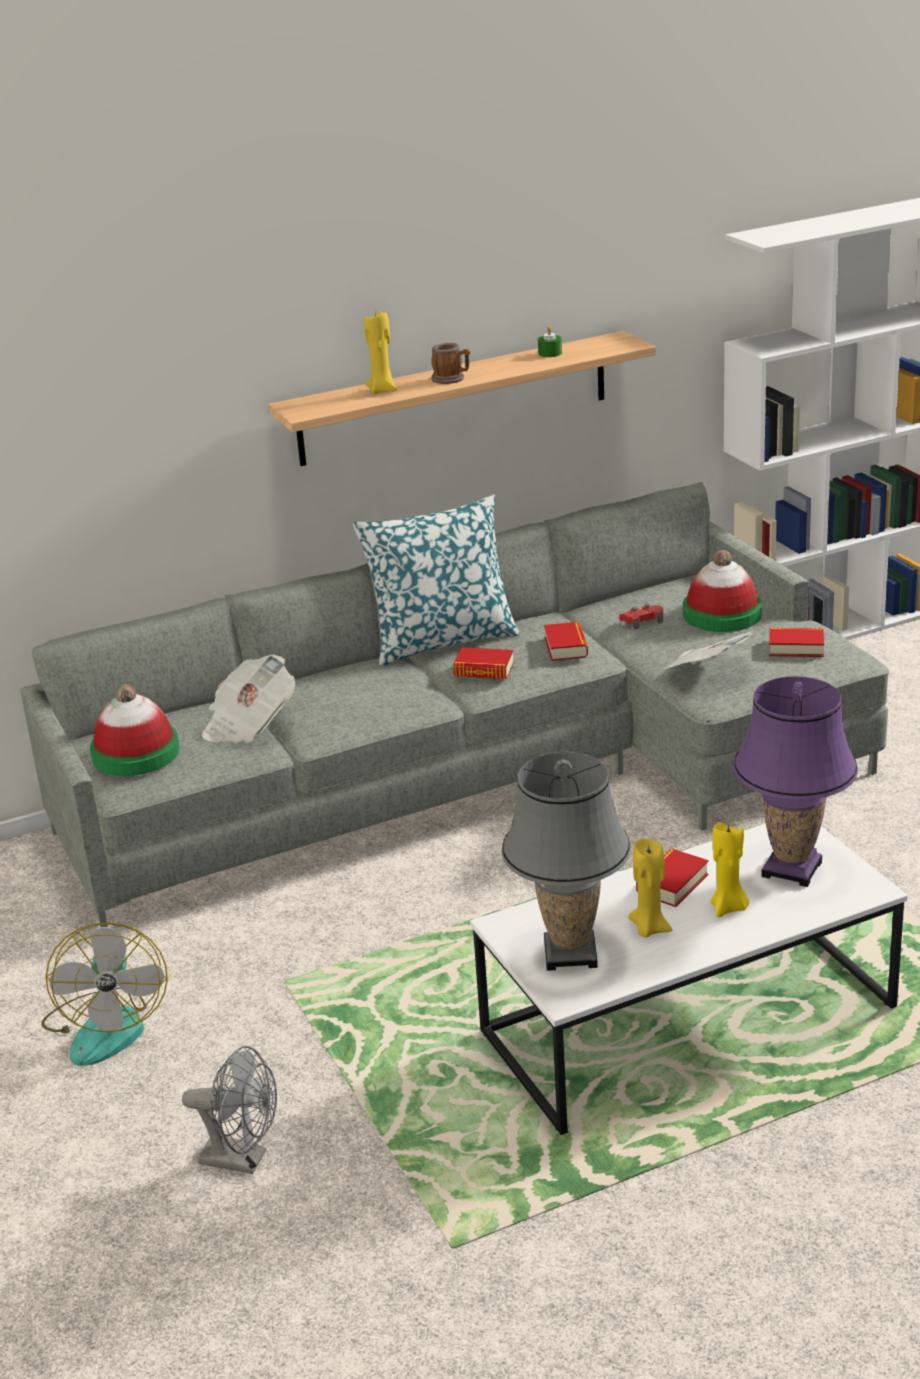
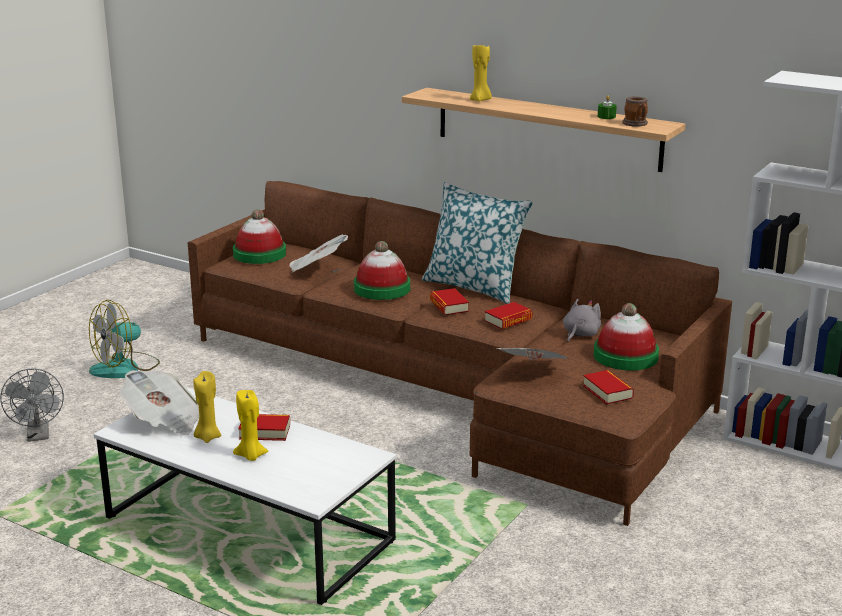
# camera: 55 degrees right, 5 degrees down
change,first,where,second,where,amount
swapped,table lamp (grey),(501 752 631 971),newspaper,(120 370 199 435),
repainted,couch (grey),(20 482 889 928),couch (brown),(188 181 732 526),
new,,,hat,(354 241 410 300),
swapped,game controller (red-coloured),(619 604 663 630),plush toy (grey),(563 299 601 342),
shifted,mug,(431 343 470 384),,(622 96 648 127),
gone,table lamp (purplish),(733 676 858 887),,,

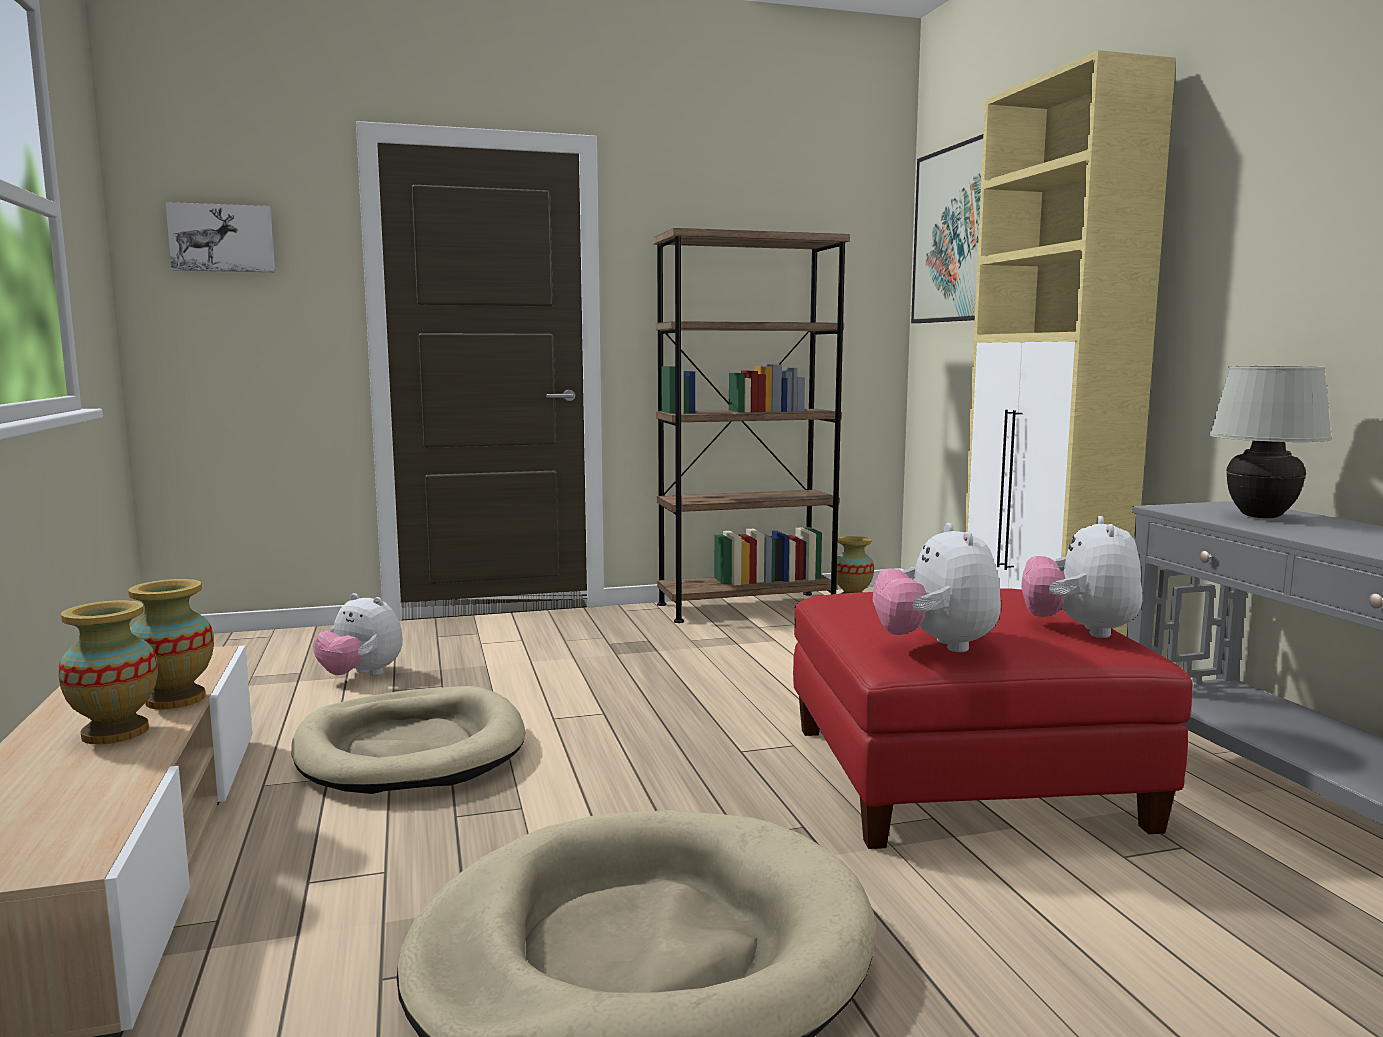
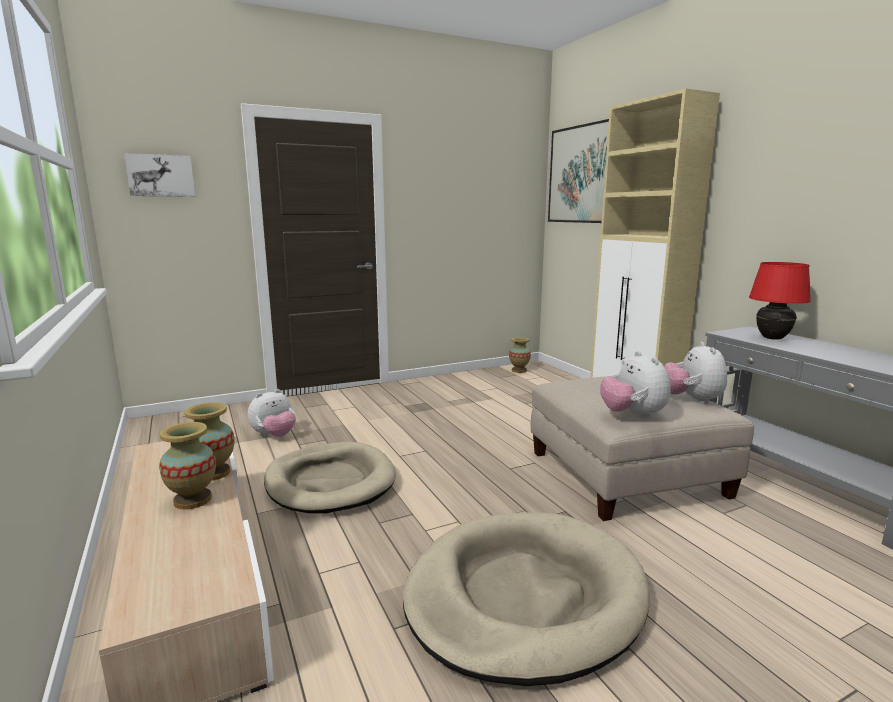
# camera: 10 degrees left, 5 degrees up
change,first,where,second,where,amount
rotated,plush toy,(313 593 403 676),,(248 389 296 437),60 degrees counterclockwise
repainted,footrest (red-coloured),(793 588 1193 849),footrest (beige),(531 376 754 521),
repainted,table lamp (white-coloured),(1209 366 1332 518),table lamp (red-coloured),(749 262 811 340),
gone,bookcase (brown),(653 228 850 623),,,

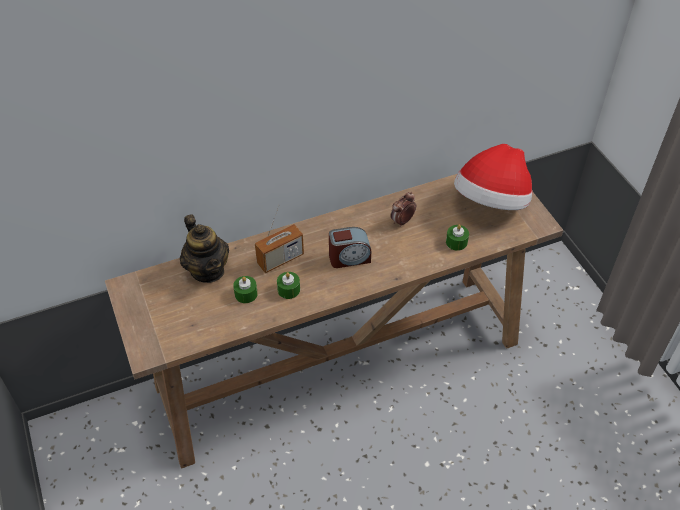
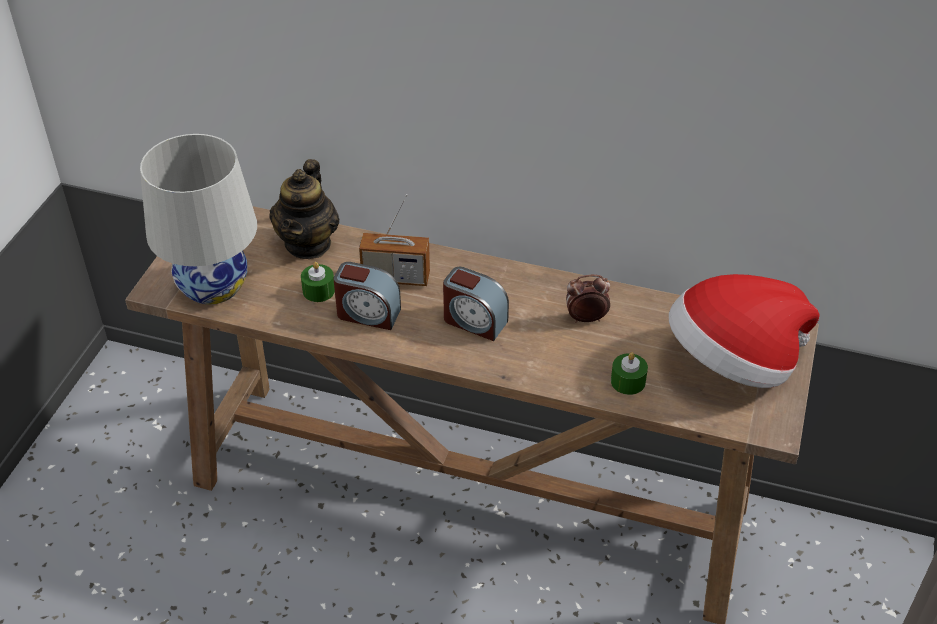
# camera: 40 degrees right, 5 degrees down
change,first,where,second,where,amount
new,,,table lamp (white-coloured),(140 134 257 305),
swapped,candle (greenish),(277 272 300 299),table clock,(333 262 401 330),

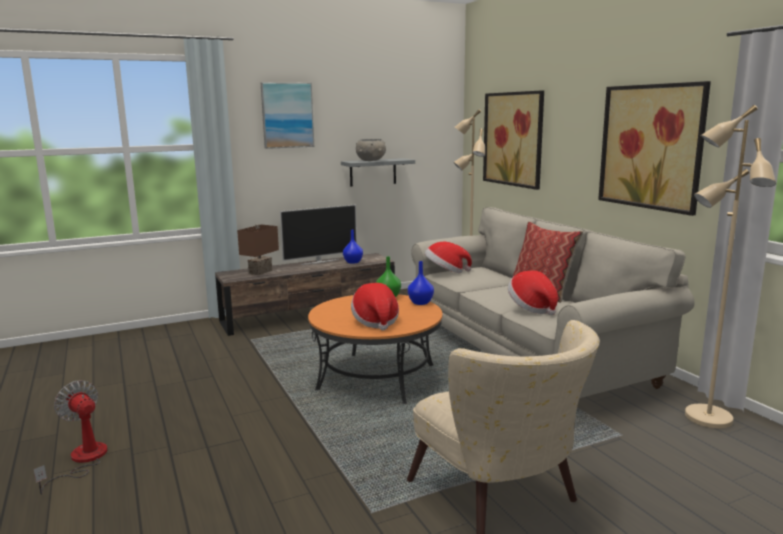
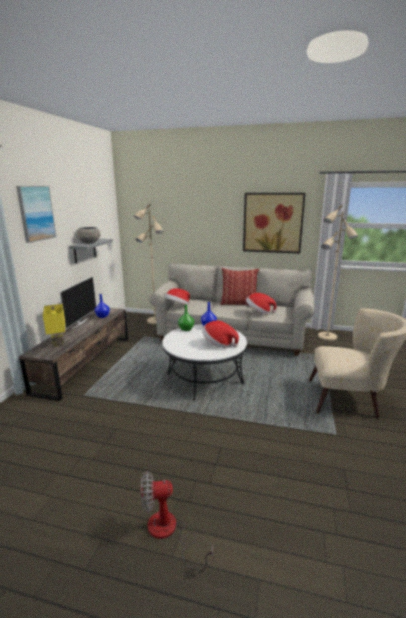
# camera: 50 degrees left, 5 degrees up
change,first,where,second,where,amount
repainted,table lamp (brown),(237 224 279 275),table lamp (yellow-coloured),(43 304 65 347),
repainted,coffee table (orangey),(308 294 442 404),coffee table (white-coloured),(162 325 247 401),
gone,wall art,(483 90 544 190),,,

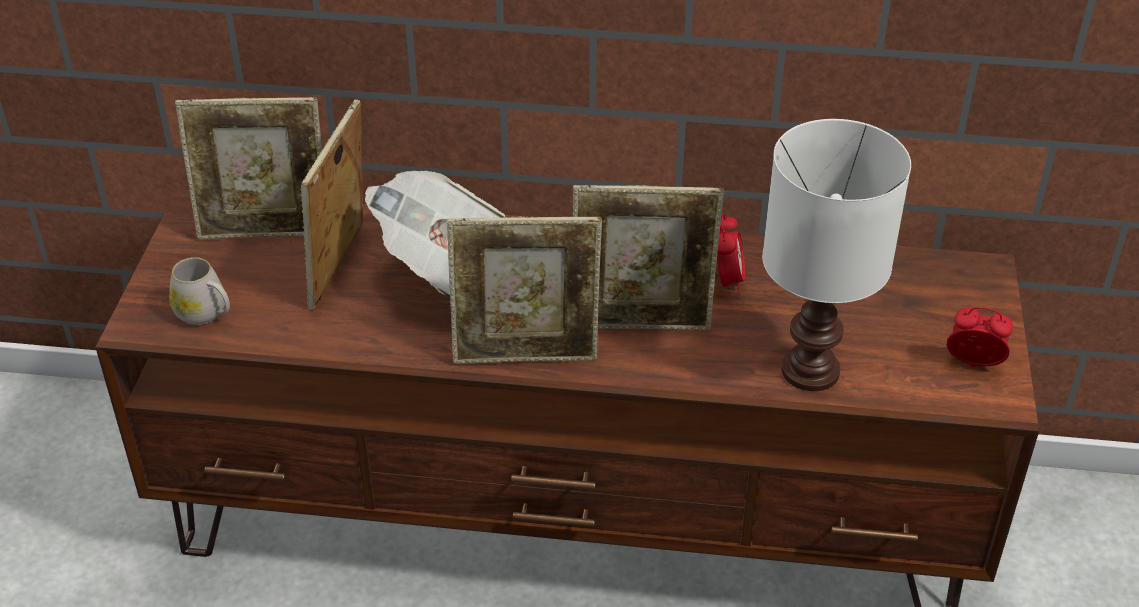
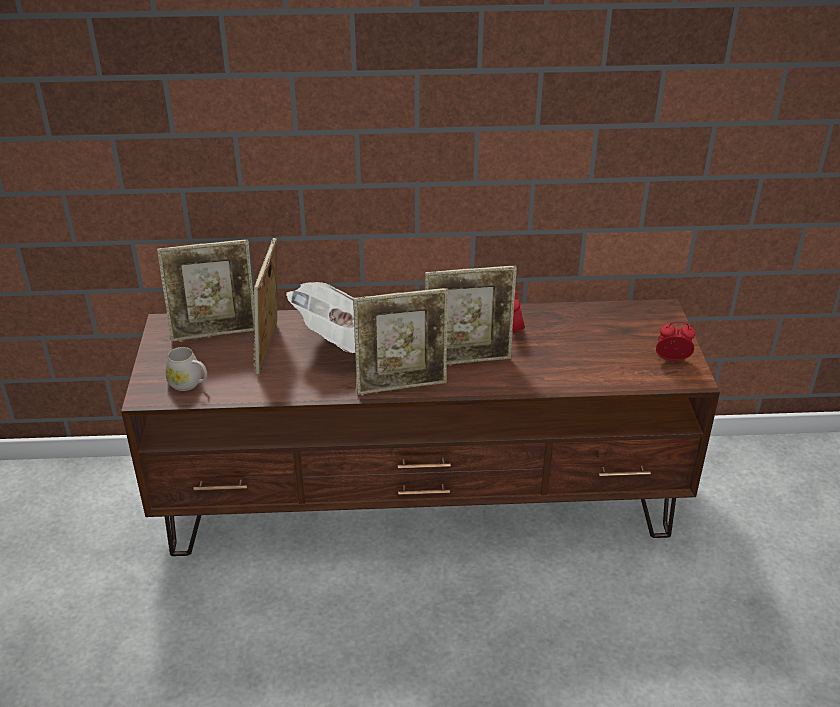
# camera: 10 degrees left, 5 degrees down
change,first,where,second,where,amount
gone,table lamp (white-coloured),(762 119 911 391),,,

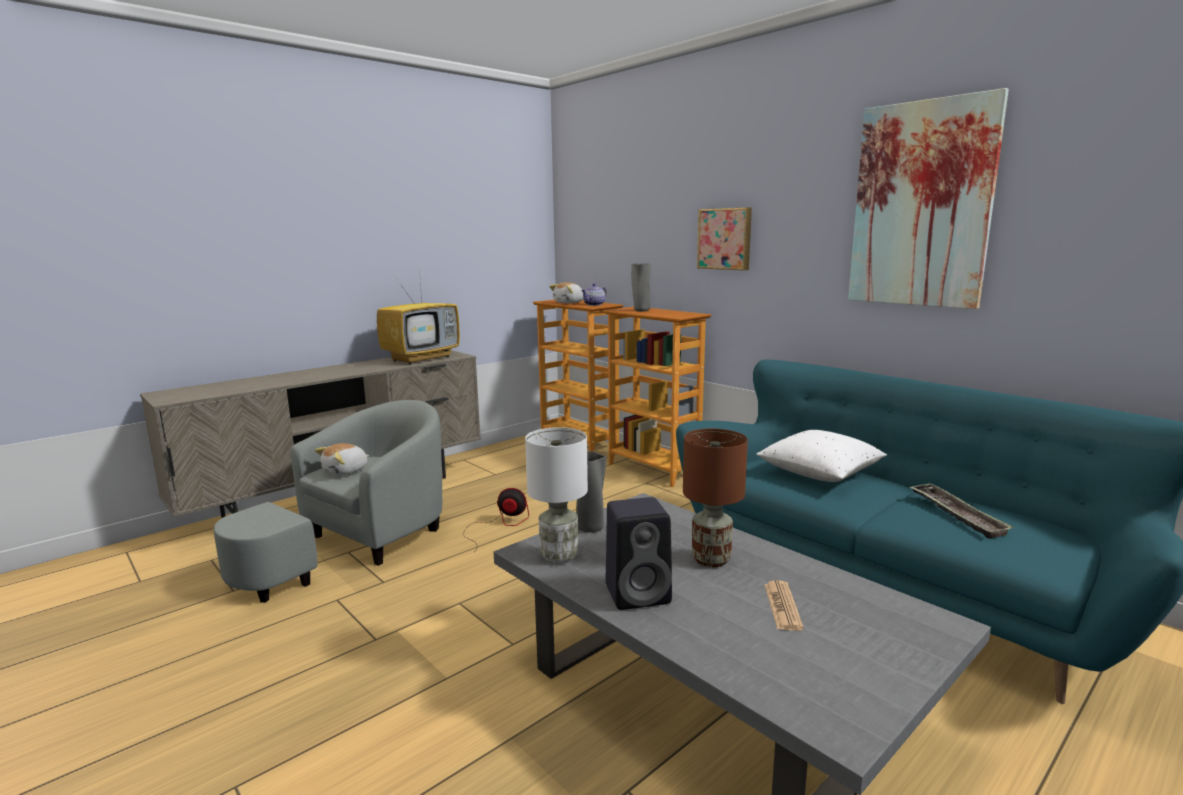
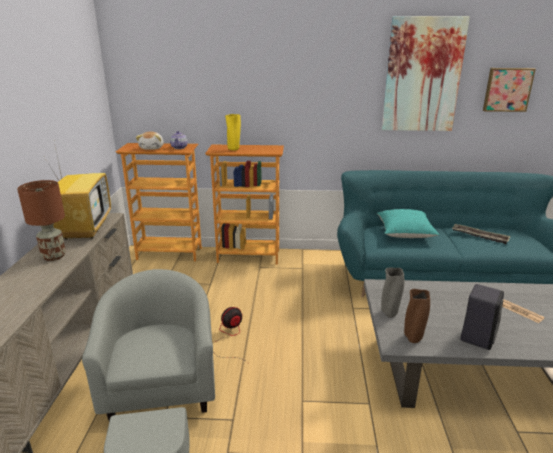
# camera: 45 degrees left, 10 degrees up
change,first,where,second,where,amount
shifted,table lamp (brown),(683 429 748 567),,(17 180 66 261),
repainted,decorative vase (grey),(631 264 652 312),decorative vase (yellow-coloured),(225 114 241 151),
repainted,cushion (white-coloured),(756 430 887 482),cushion (turquoise),(377 209 439 238),
swapped,table lamp (white-coloured),(525 427 588 564),decorative vase (brown),(404 289 430 343),
shifted,wall art,(697 207 752 270),,(483 68 536 112),
gone,plush toy,(315 443 369 476),,,

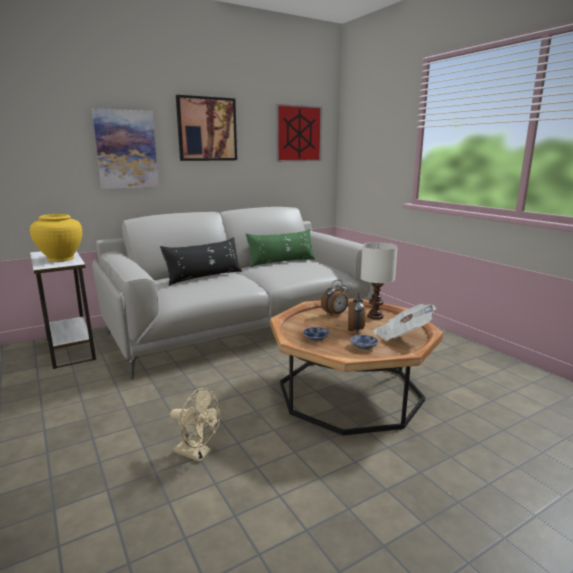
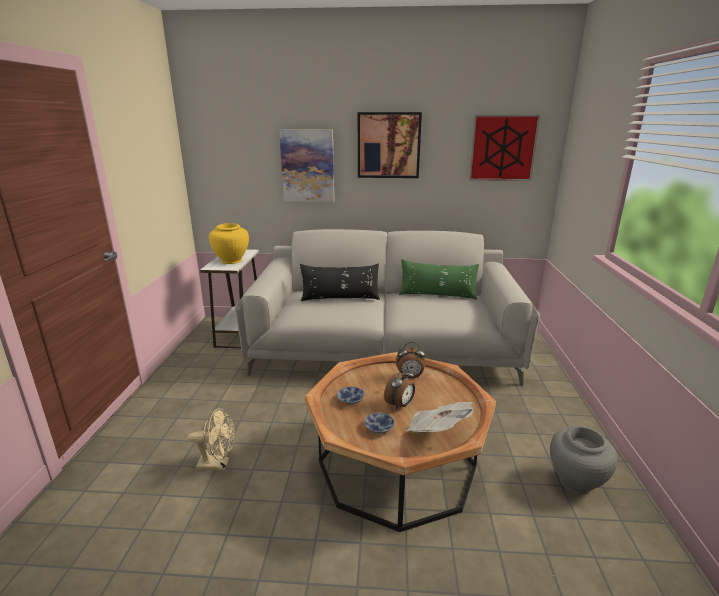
# camera: 35 degrees right, 5 degrees up
change,first,where,second,where,amount
rotated,fan (beige),(170 388 221 462),,(188 408 235 471),60 degrees counterclockwise
new,,,decorative vase (grey),(550 426 618 494),
gone,table lamp (white-coloured),(361 242 398 320),,,

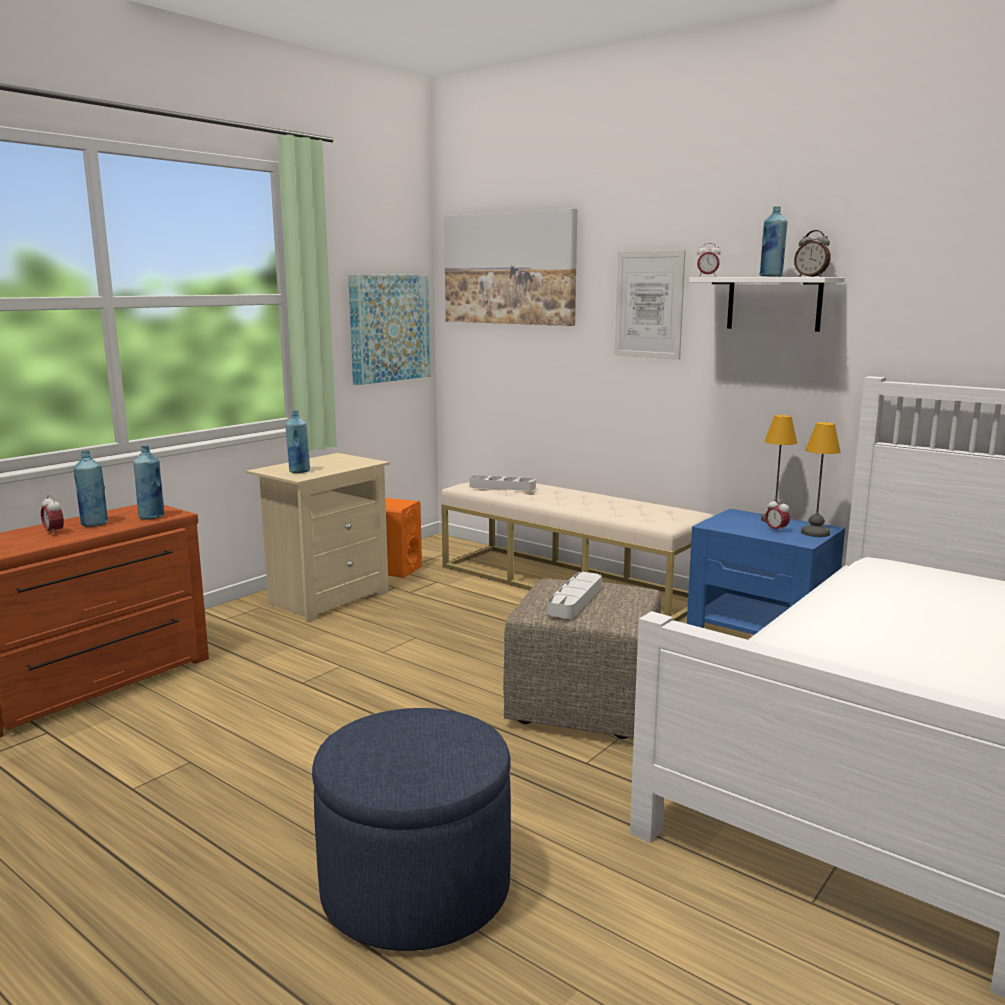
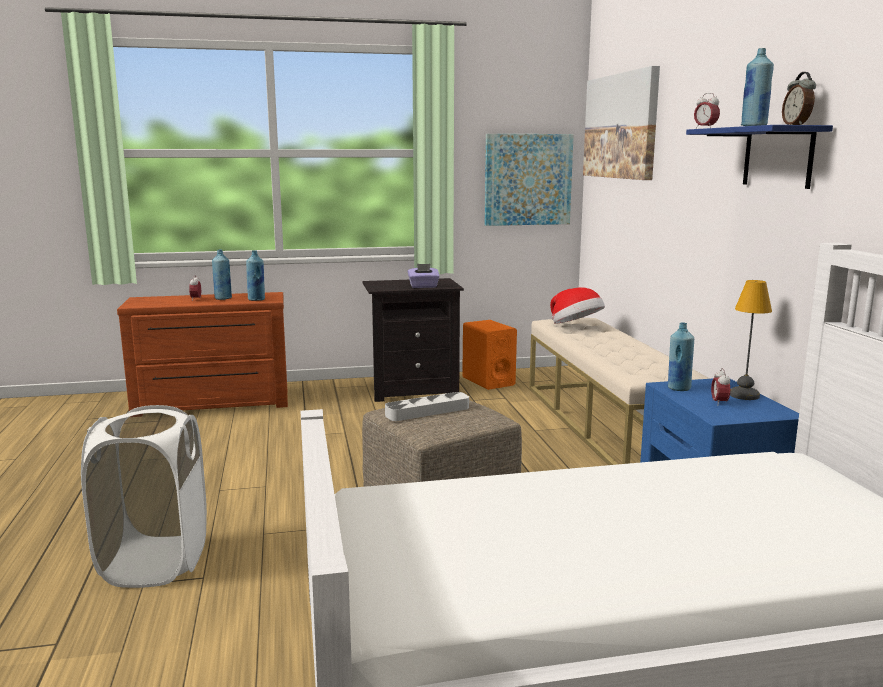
# camera: 40 degrees right, 0 degrees up
change,first,where,second,where,amount
swapped,footrest (blue),(312 708 511 951),washing basket (white-coloured),(81 405 207 588),
repainted,nightstand (beige),(246 453 390 623),nightstand (black-coloured),(362 278 464 402),
new,,,box of tissues (purplish),(408 264 440 288),
swapped,tray (grey),(469 475 536 491),hat,(550 287 605 324),
shifted,bottle (blue),(285 410 310 473),,(668 322 694 391),
repainted,shelf (white-coloured),(689 277 845 332),shelf (blue),(686 125 833 189),
gone,wall art,(615 250 686 359),,,
gone,table lamp,(801 422 841 537),,,

